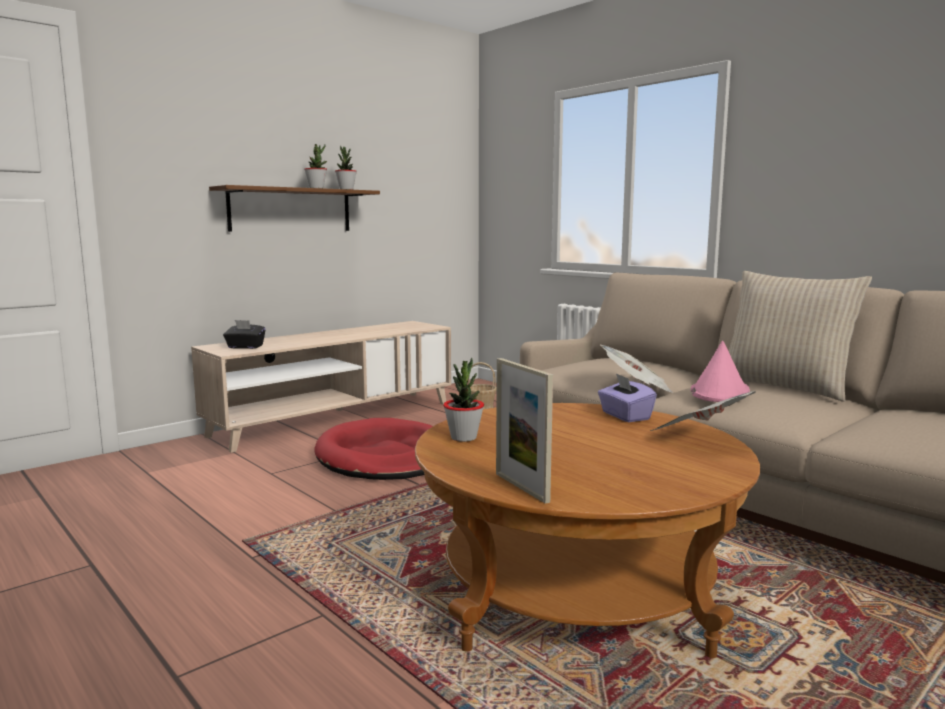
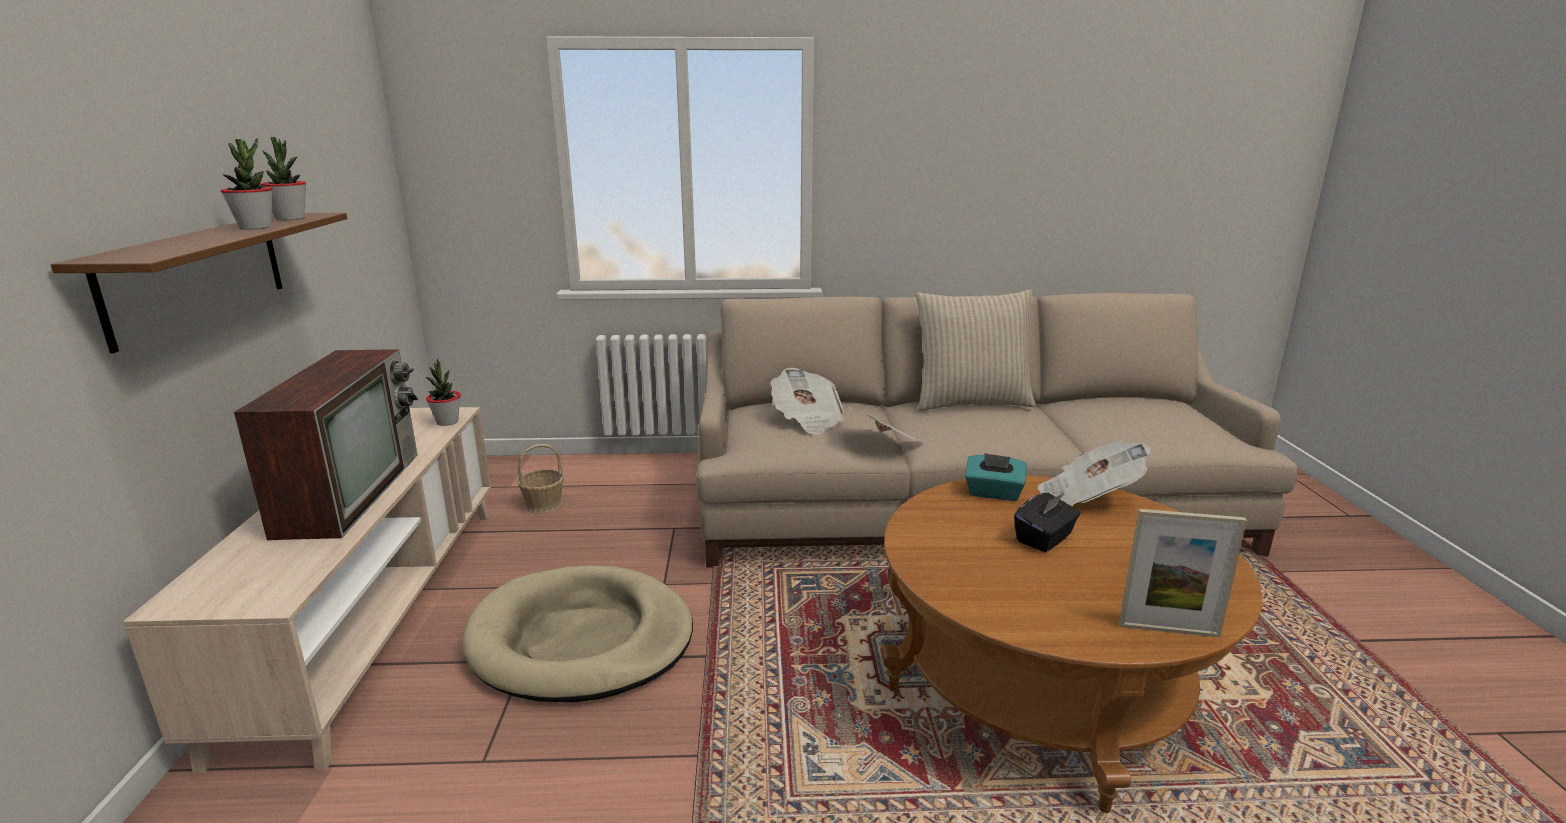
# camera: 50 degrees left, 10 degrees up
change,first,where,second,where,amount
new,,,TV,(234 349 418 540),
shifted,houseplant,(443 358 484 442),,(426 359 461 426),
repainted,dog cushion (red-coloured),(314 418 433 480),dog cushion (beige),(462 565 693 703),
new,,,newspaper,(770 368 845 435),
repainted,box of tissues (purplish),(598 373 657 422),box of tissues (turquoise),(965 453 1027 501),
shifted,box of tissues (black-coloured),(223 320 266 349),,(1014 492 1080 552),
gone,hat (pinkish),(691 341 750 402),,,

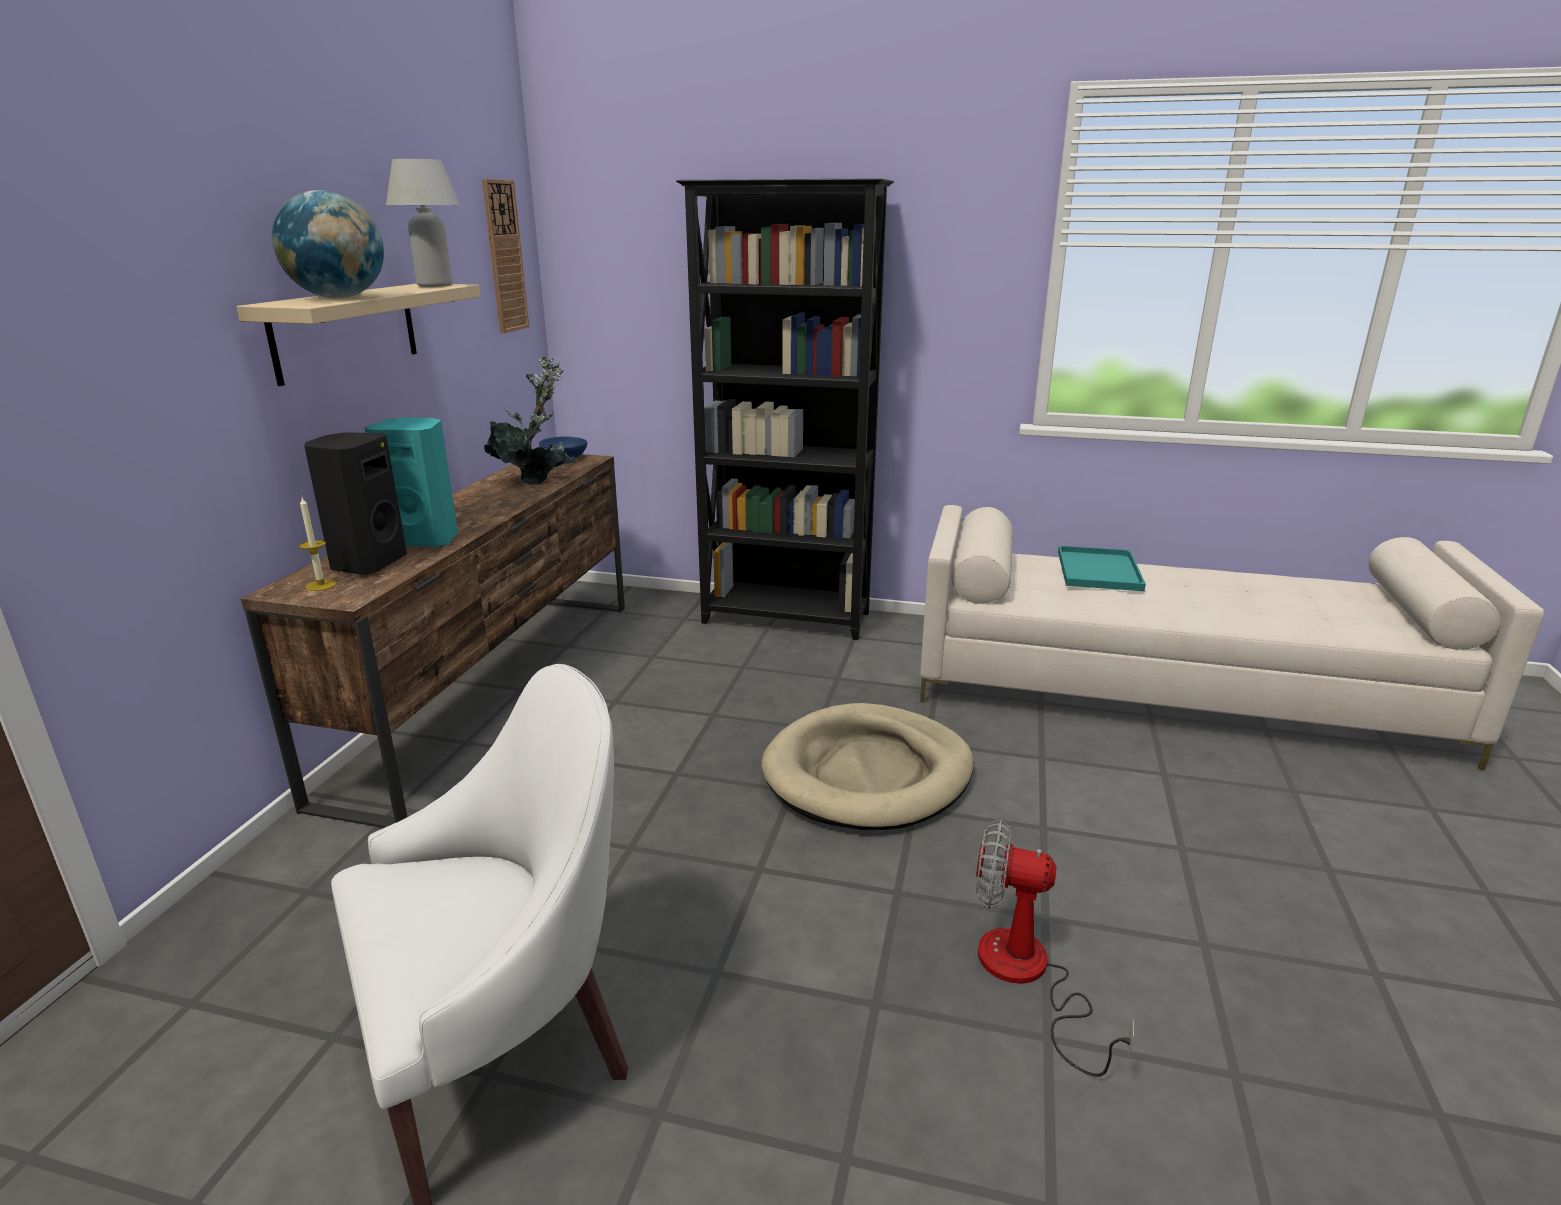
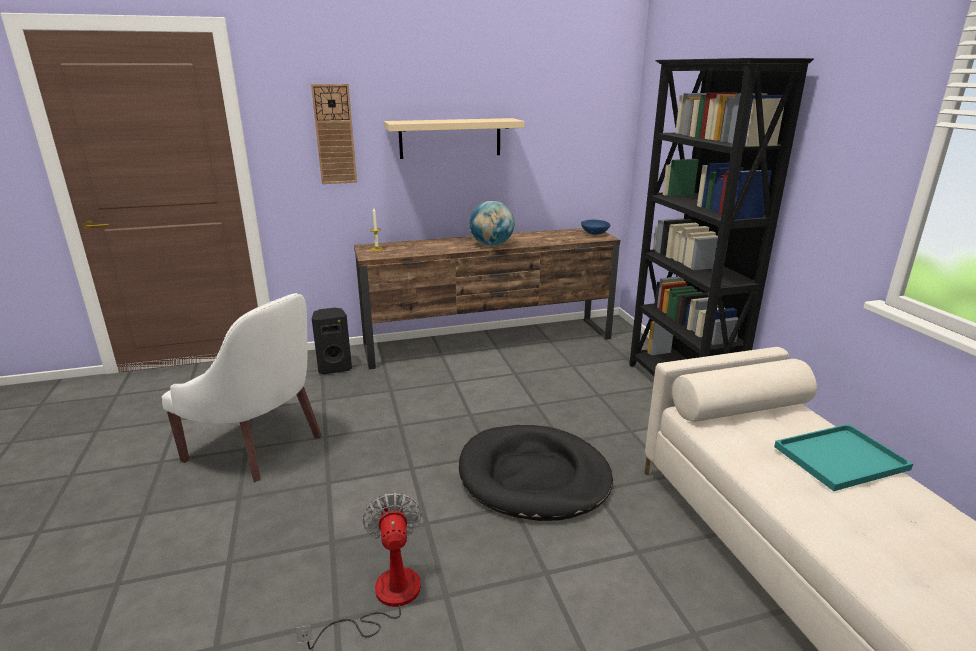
# camera: 60 degrees right, 0 degrees up
change,first,where,second,where,amount
shifted,hanging clock,(482 179 529 333),,(311 84 357 184),
shifted,loudspeaker (black-coloured),(304 432 407 575),,(312 308 352 374),
repainted,dog cushion (beige),(761 703 974 830),dog cushion (black-coloured),(459 425 613 521),
shifted,globe,(272 190 384 298),,(469 201 515 246),
gone,loudspeaker (turquoise),(364 417 458 547),,,
gone,table lamp (white-coloured),(386 159 460 287),,,
gone,houseplant,(484 357 577 485),,,

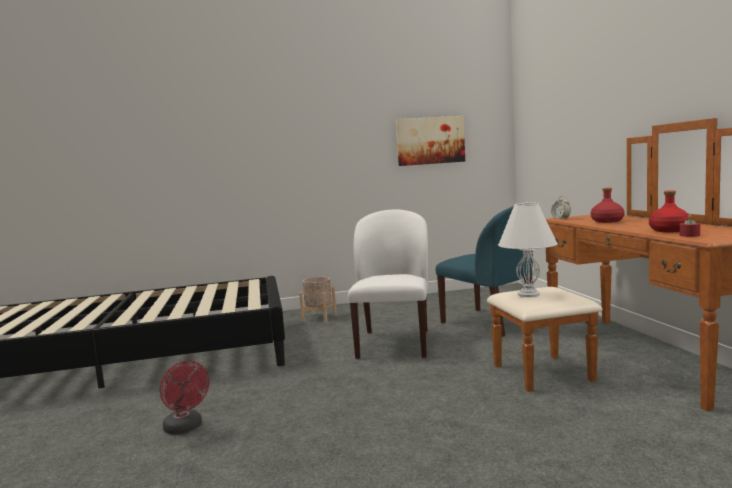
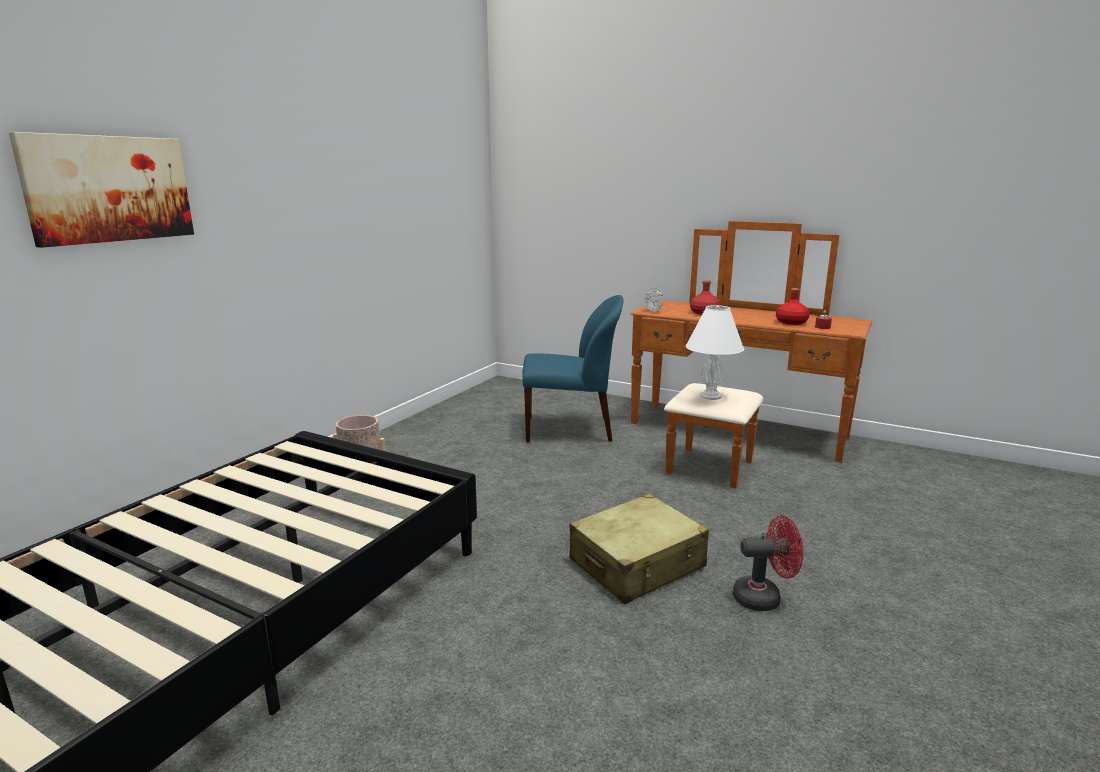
# camera: 50 degrees left, 10 degrees up
change,first,where,second,where,amount
shifted,wall art,(396 116 465 166),,(9 132 194 248),
new,,,piece of luggage (beige),(569 494 709 604),
shifted,fan (red-coloured),(160 361 209 435),,(733 516 804 611),
gone,chair (white-coloured),(348 210 428 359),,,

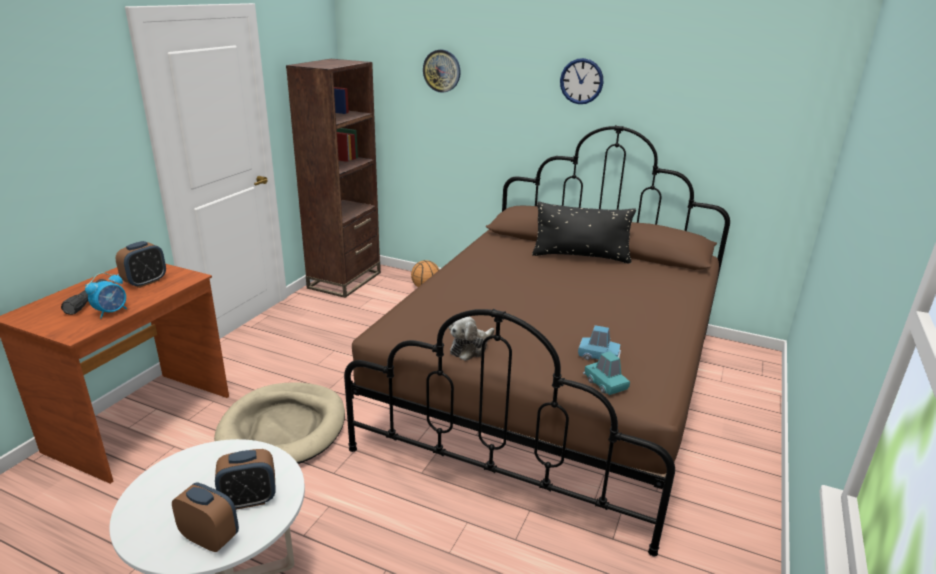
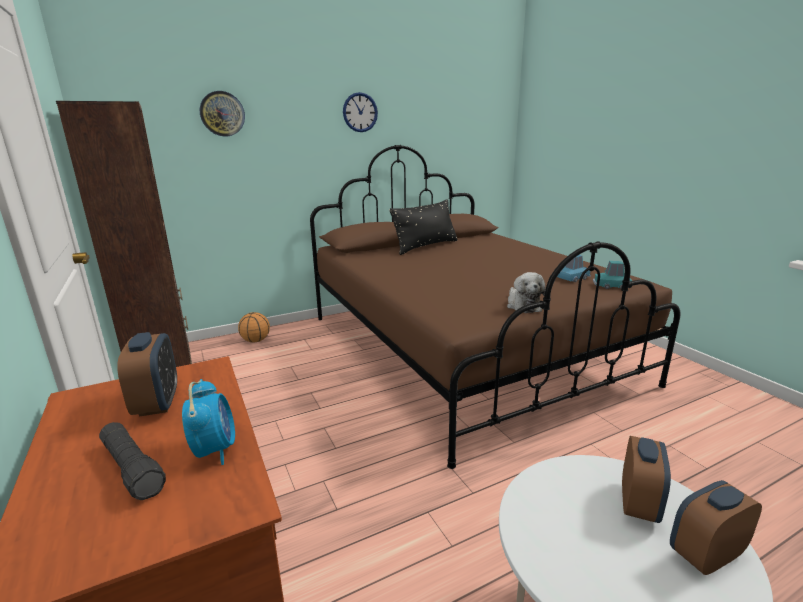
# camera: 50 degrees left, 5 degrees down
change,first,where,second,where,amount
gone,dog cushion (beige),(214 382 345 464),,,

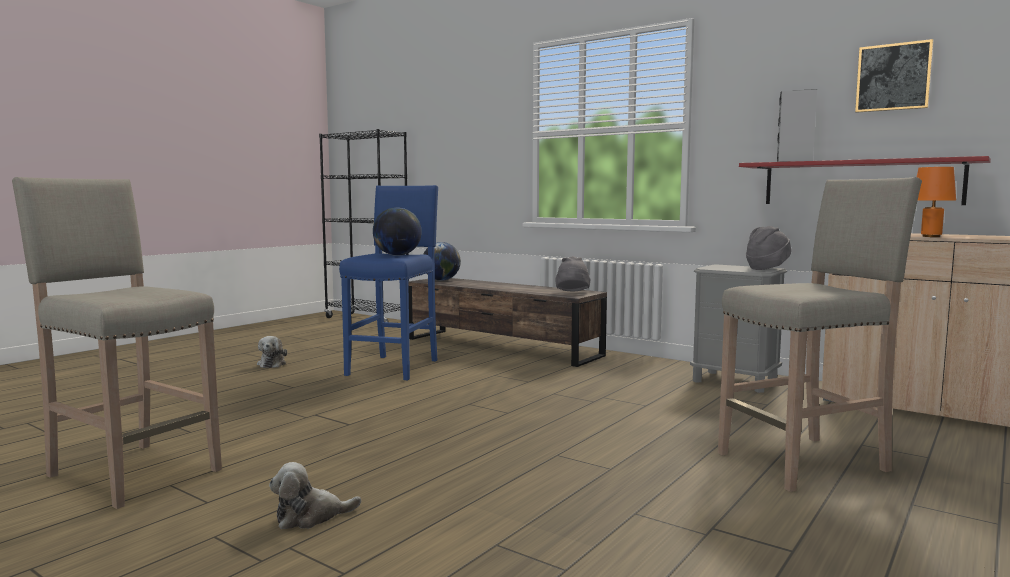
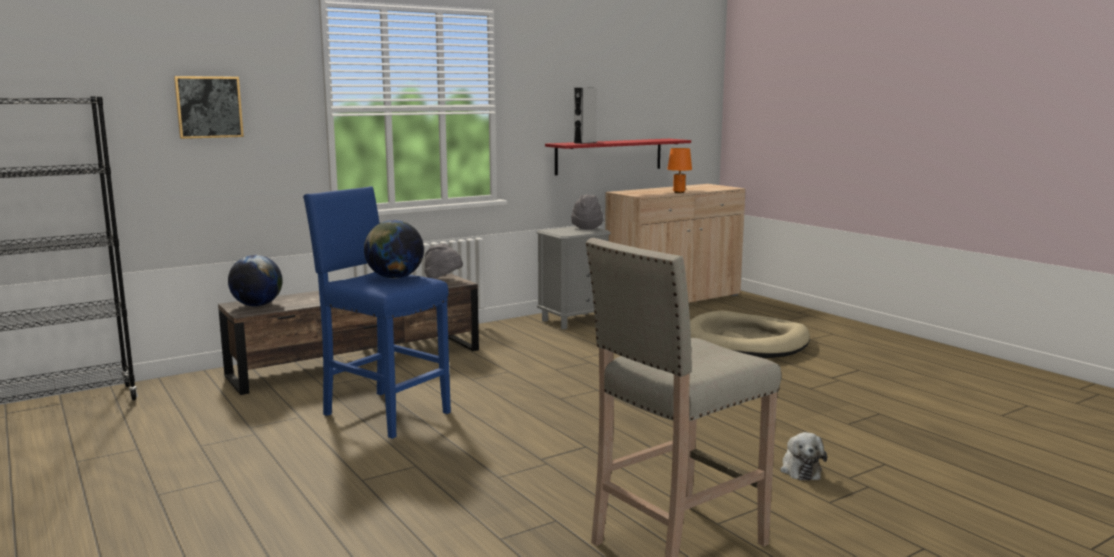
# camera: 70 degrees left, 5 degrees up
change,first,where,second,where,amount
shifted,wall art,(855 39 933 113),,(174 76 244 139),
swapped,stool (beige),(718 177 922 492),dog cushion (beige),(690 310 810 358),
gone,plush toy,(257 336 287 368),,,

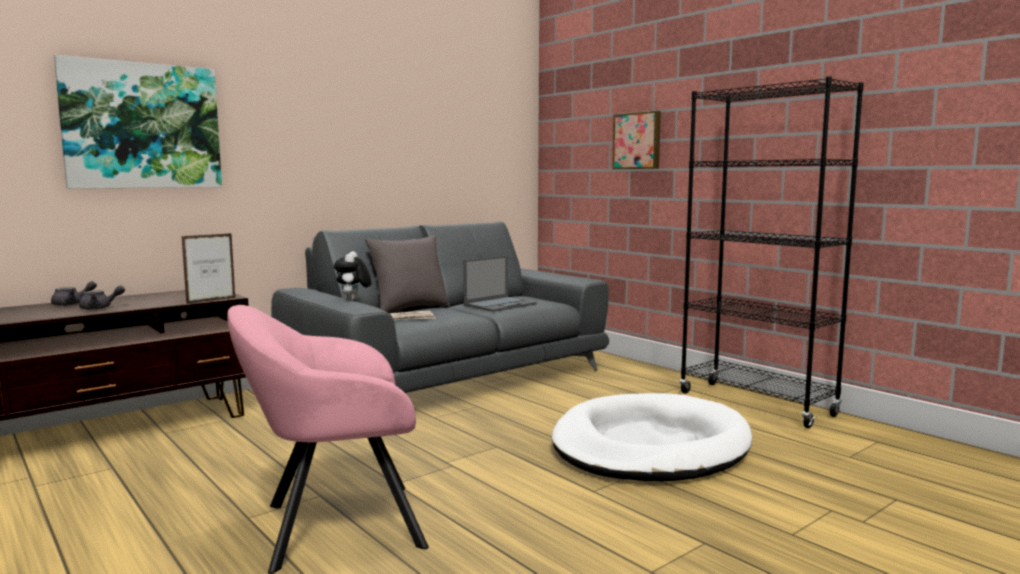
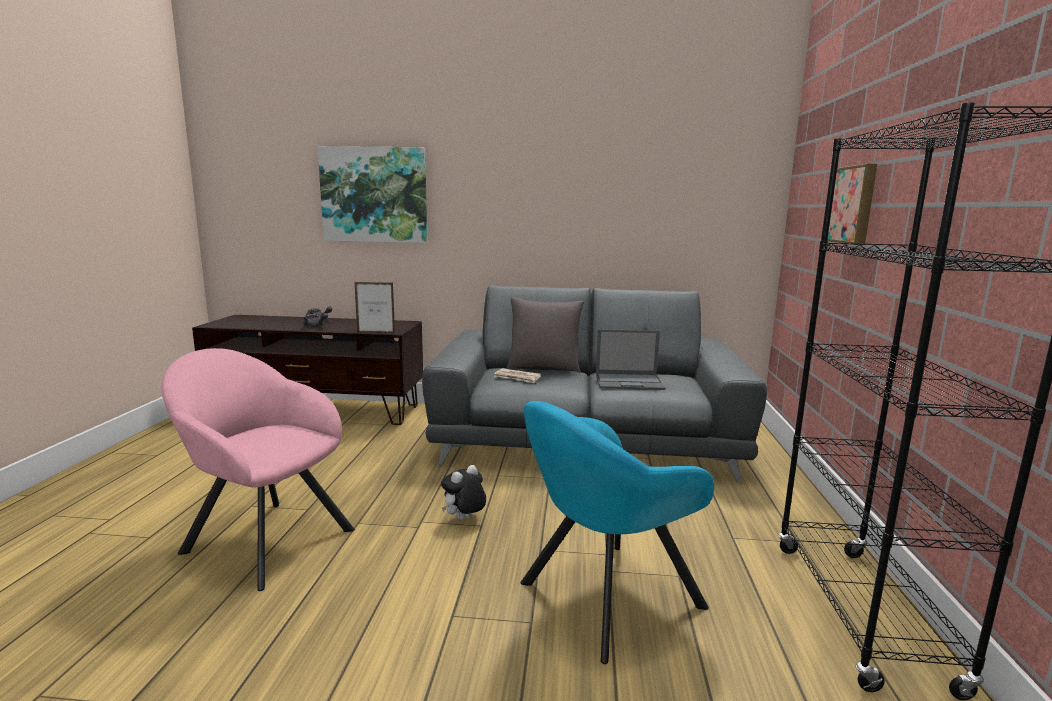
# camera: 45 degrees right, 5 degrees up
change,first,where,second,where,amount
shifted,plush toy,(334 251 371 301),,(441 465 486 520),
swapped,dog cushion (white-coloured),(552 393 752 481),easy chair (turquoise),(520 401 714 664),

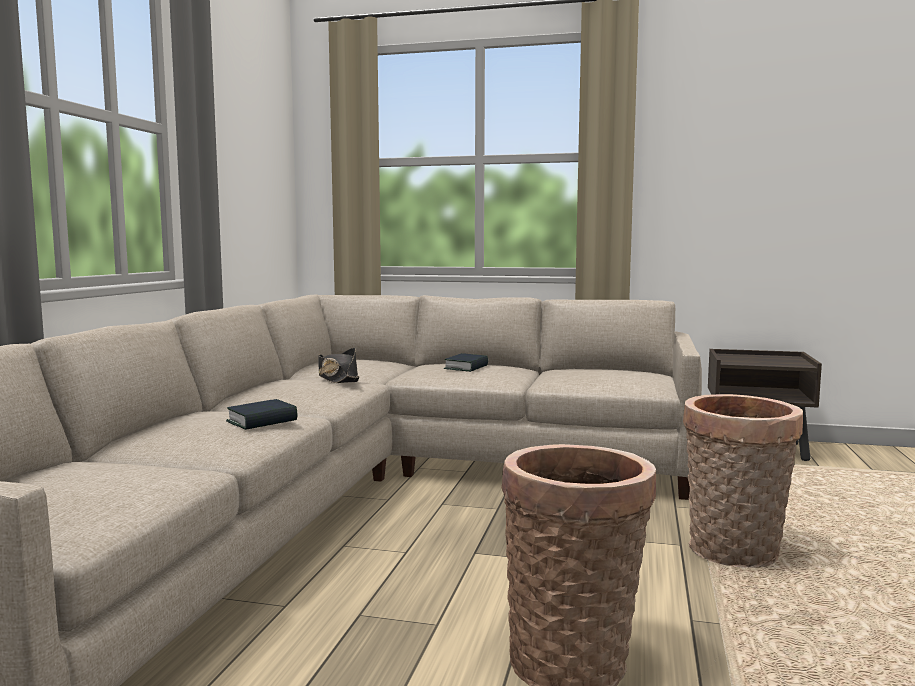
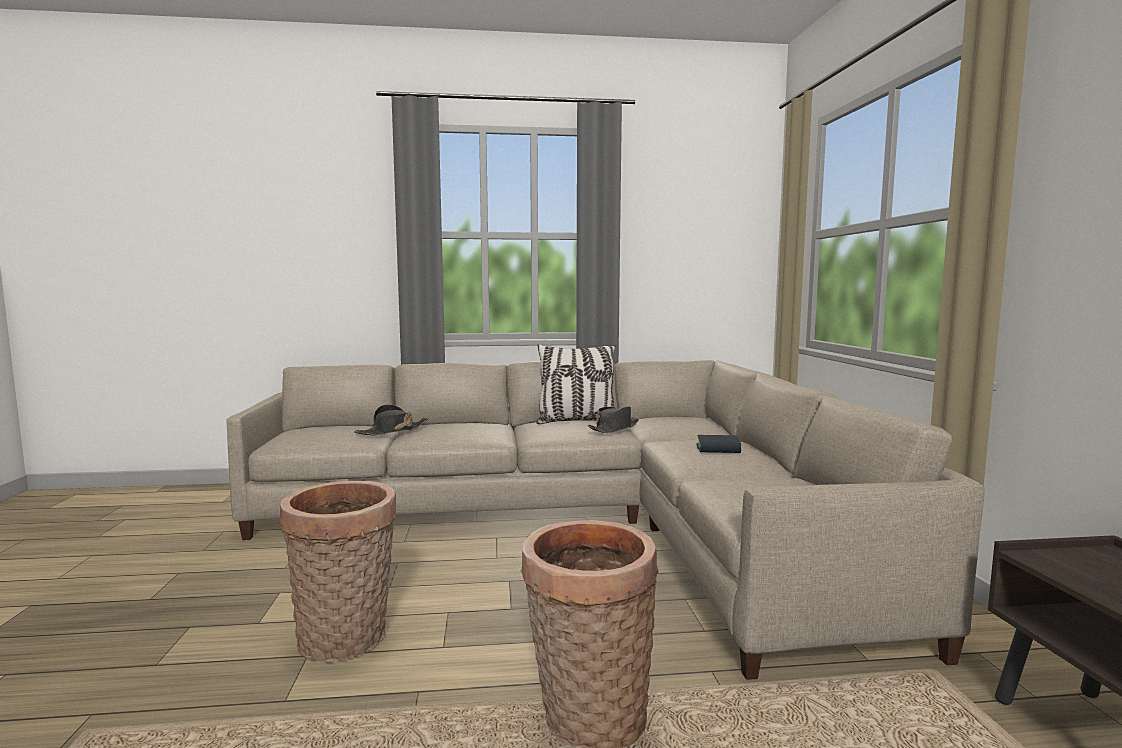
# camera: 70 degrees right, 0 degrees up
change,first,where,second,where,amount
new,,,hat (black-coloured),(354 404 428 435),
new,,,cushion,(537 344 615 424),
gone,volume,(226 399 297 430),,,

